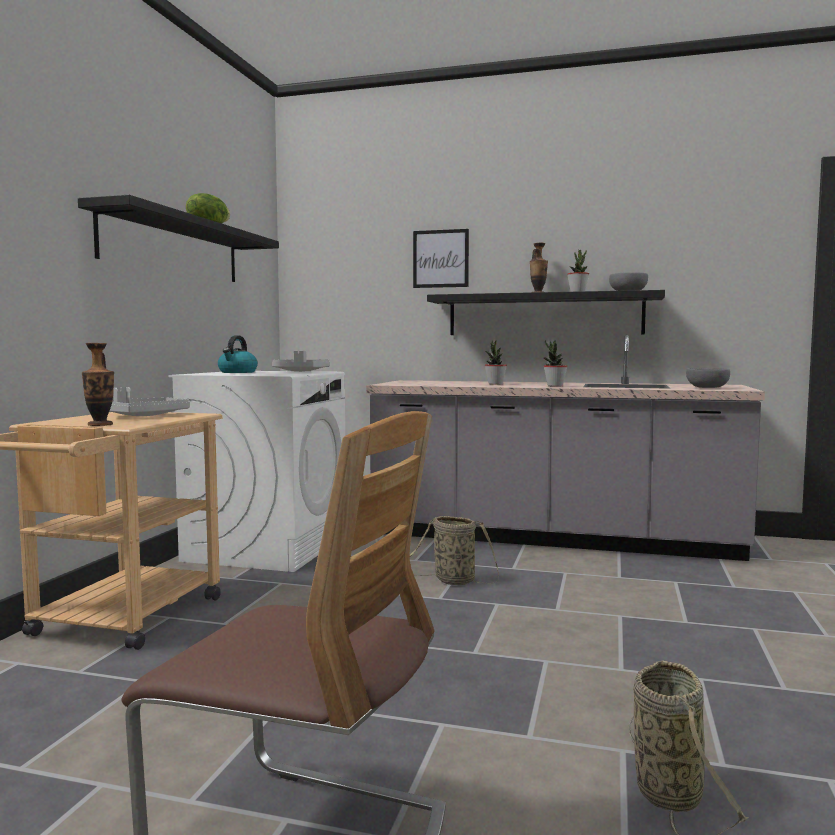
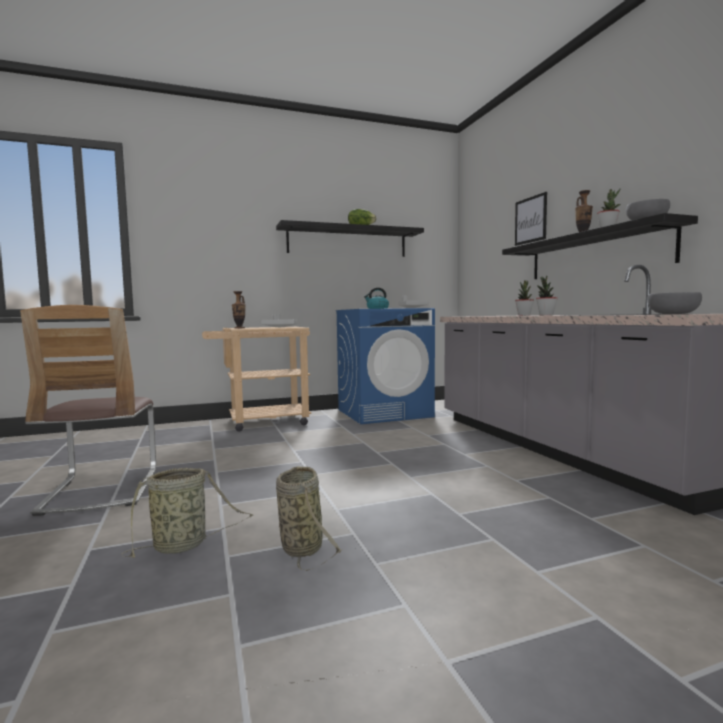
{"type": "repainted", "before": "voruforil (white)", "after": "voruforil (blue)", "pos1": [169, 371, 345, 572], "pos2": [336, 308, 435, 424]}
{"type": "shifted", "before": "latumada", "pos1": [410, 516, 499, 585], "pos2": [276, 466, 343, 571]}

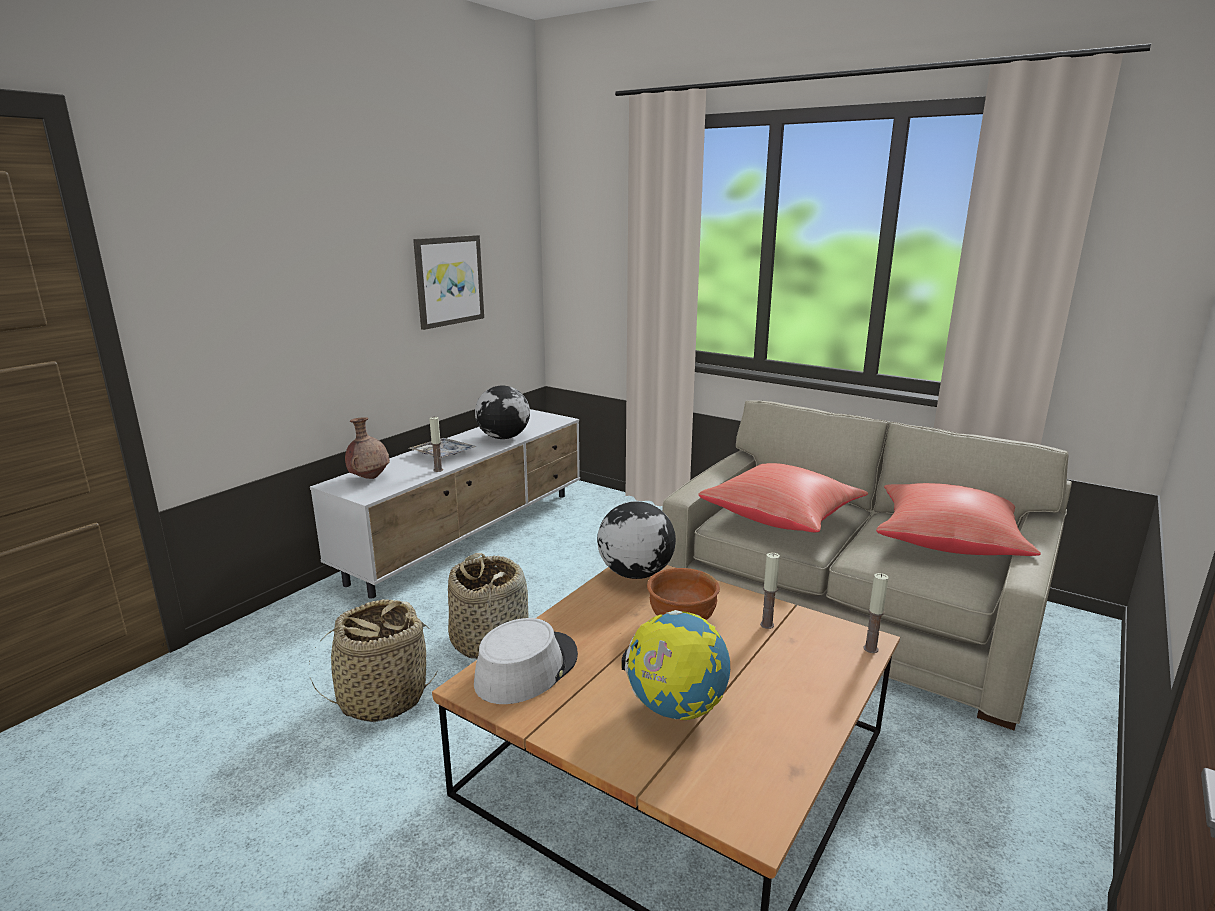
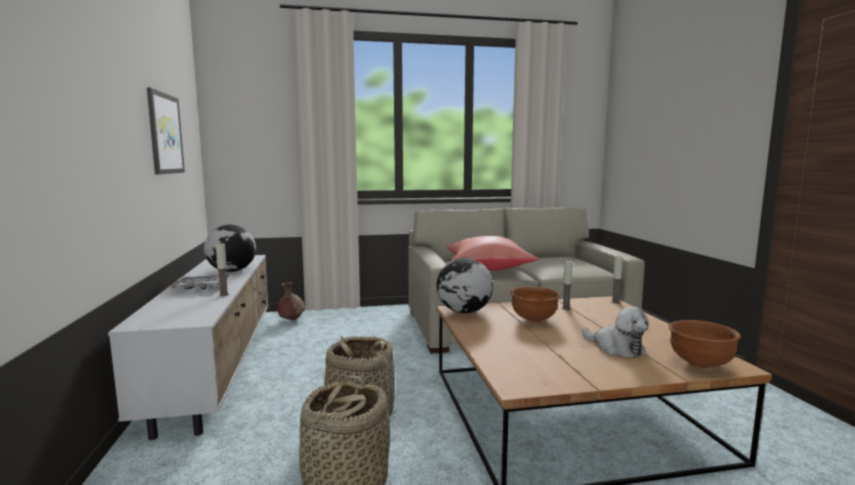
{"type": "shifted", "before": "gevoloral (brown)", "pos1": [345, 417, 390, 479], "pos2": [278, 282, 305, 320]}
{"type": "gone", "before": "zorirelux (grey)", "pos1": [474, 618, 578, 704]}
{"type": "swapped", "before": "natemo", "after": "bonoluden", "pos1": [622, 610, 730, 720], "pos2": [582, 306, 649, 358]}
{"type": "gone", "before": "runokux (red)", "pos1": [876, 483, 1041, 556]}
{"type": "new", "after": "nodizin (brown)", "pos2": [668, 320, 741, 369]}

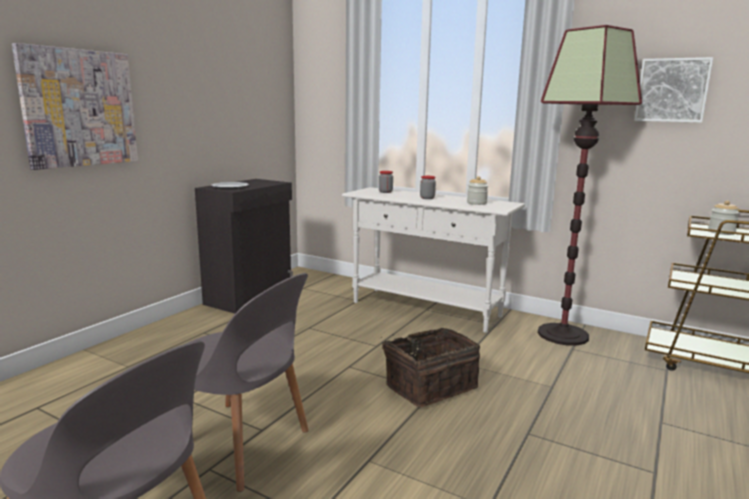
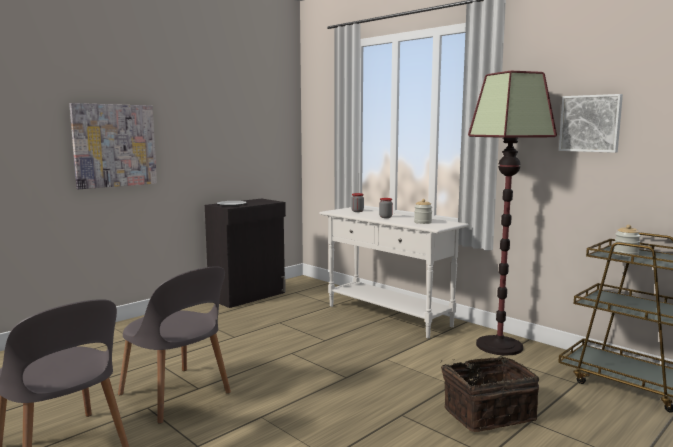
{"type": "shifted", "before": "latumada", "pos1": [381, 328, 480, 407], "pos2": [440, 357, 539, 432]}

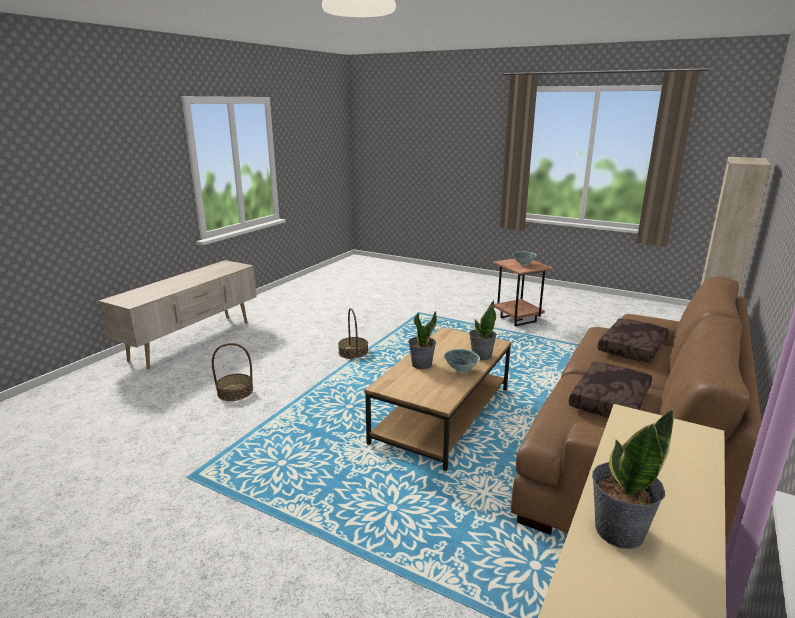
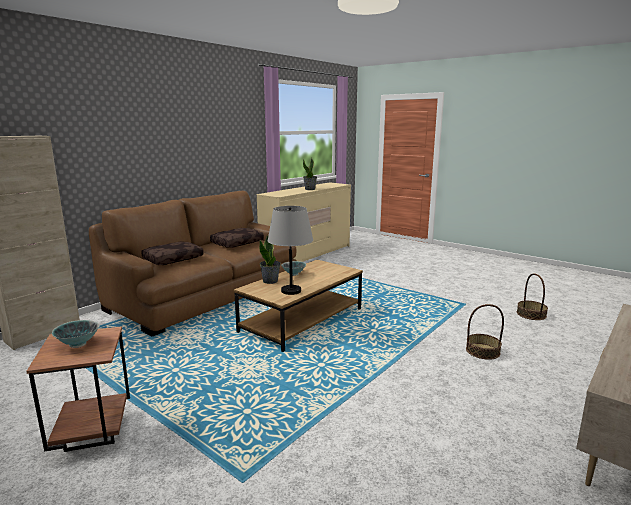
{"type": "shifted", "before": "latumada", "pos1": [338, 308, 368, 359], "pos2": [517, 273, 548, 320]}
{"type": "gone", "before": "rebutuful", "pos1": [408, 311, 437, 369]}
{"type": "new", "after": "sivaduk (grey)", "pos2": [268, 206, 313, 295]}

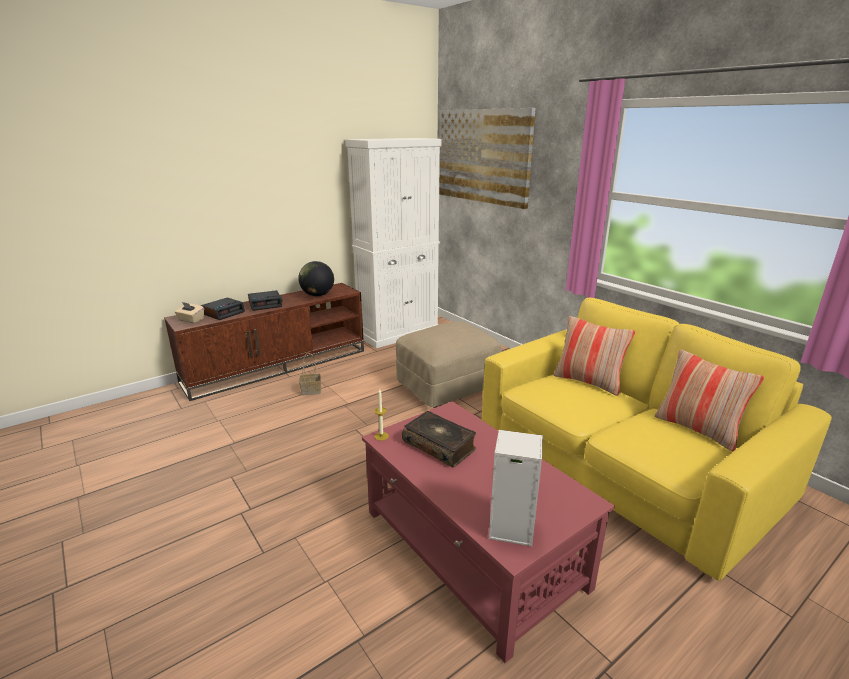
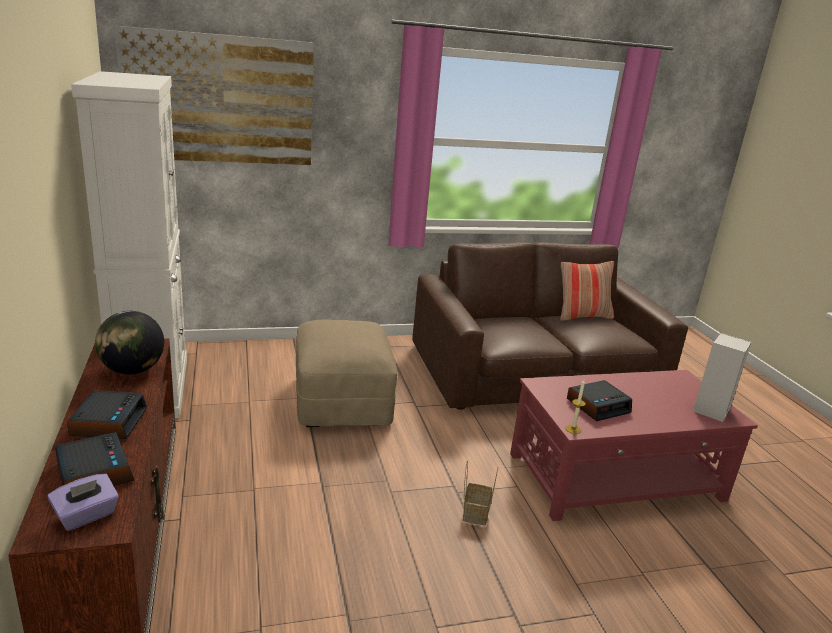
{"type": "repainted", "before": "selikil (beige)", "after": "selikil (purple)", "pos1": [175, 302, 204, 323], "pos2": [48, 474, 119, 531]}
{"type": "shifted", "before": "latumada", "pos1": [299, 353, 321, 395], "pos2": [463, 460, 498, 526]}
{"type": "swapped", "before": "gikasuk", "after": "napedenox", "pos1": [402, 411, 476, 467], "pos2": [567, 380, 632, 421]}
{"type": "repainted", "before": "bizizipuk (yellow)", "after": "bizizipuk (brown)", "pos1": [482, 298, 832, 581], "pos2": [412, 242, 688, 410]}
{"type": "gone", "before": "runokux", "pos1": [554, 316, 635, 396]}

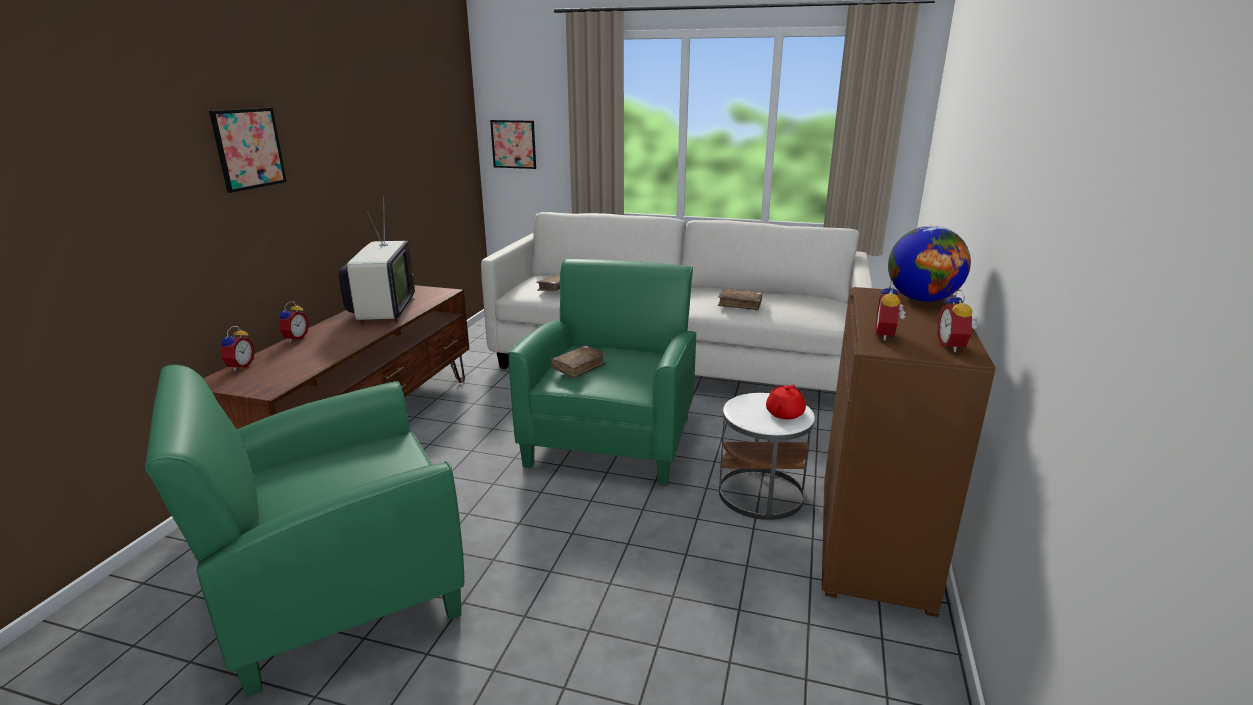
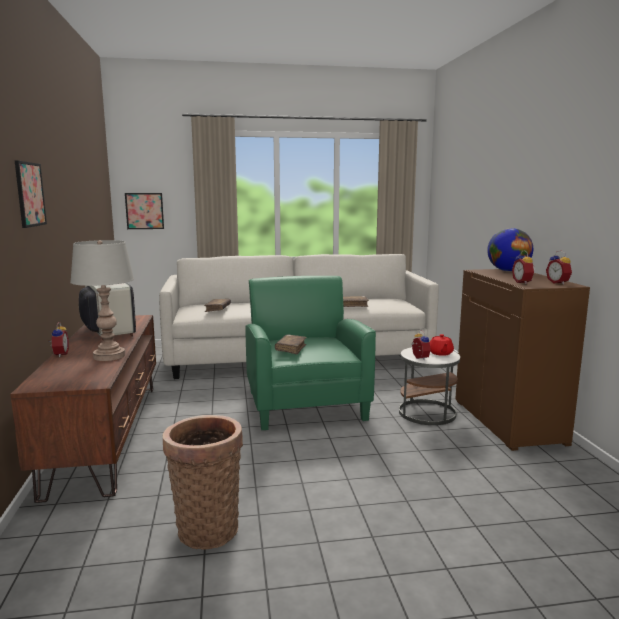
{"type": "swapped", "before": "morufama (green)", "after": "latumada", "pos1": [145, 365, 464, 697], "pos2": [163, 415, 243, 550]}
{"type": "shifted", "before": "napedenox", "pos1": [221, 326, 254, 372], "pos2": [411, 330, 431, 361]}
{"type": "new", "after": "sivaduk (grey)", "pos2": [70, 240, 134, 361]}

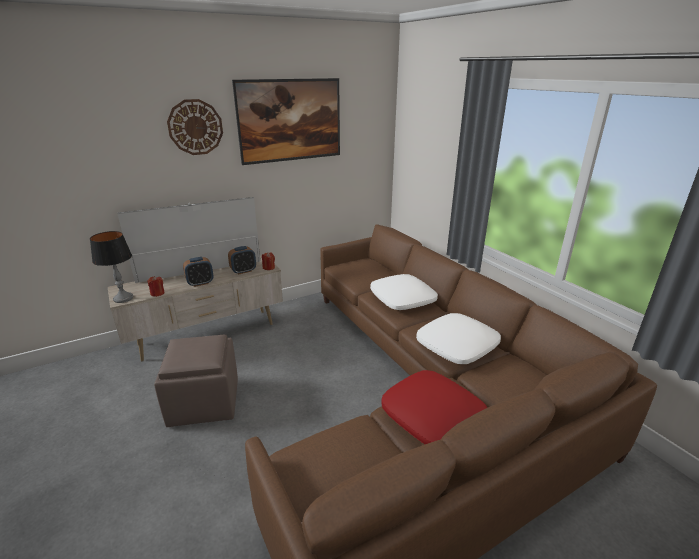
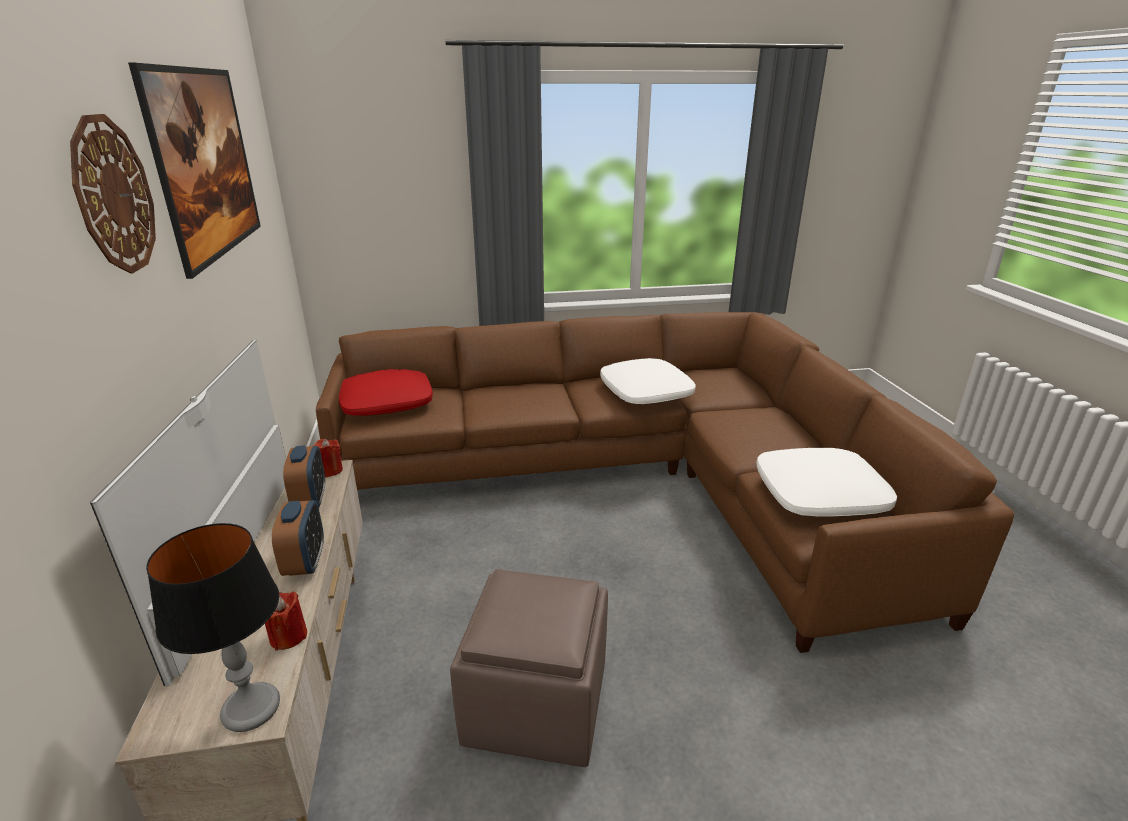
{"type": "shifted", "before": "runokux (white)", "pos1": [370, 274, 438, 310], "pos2": [756, 448, 897, 516]}
{"type": "shifted", "before": "runokux (red)", "pos1": [381, 370, 487, 444], "pos2": [339, 369, 433, 416]}

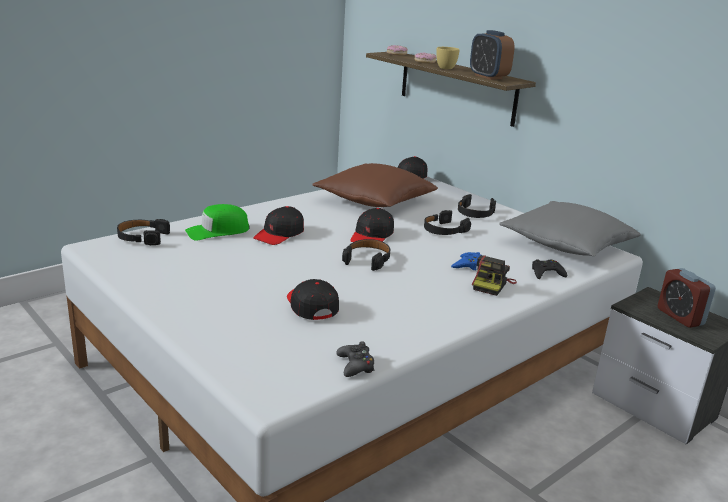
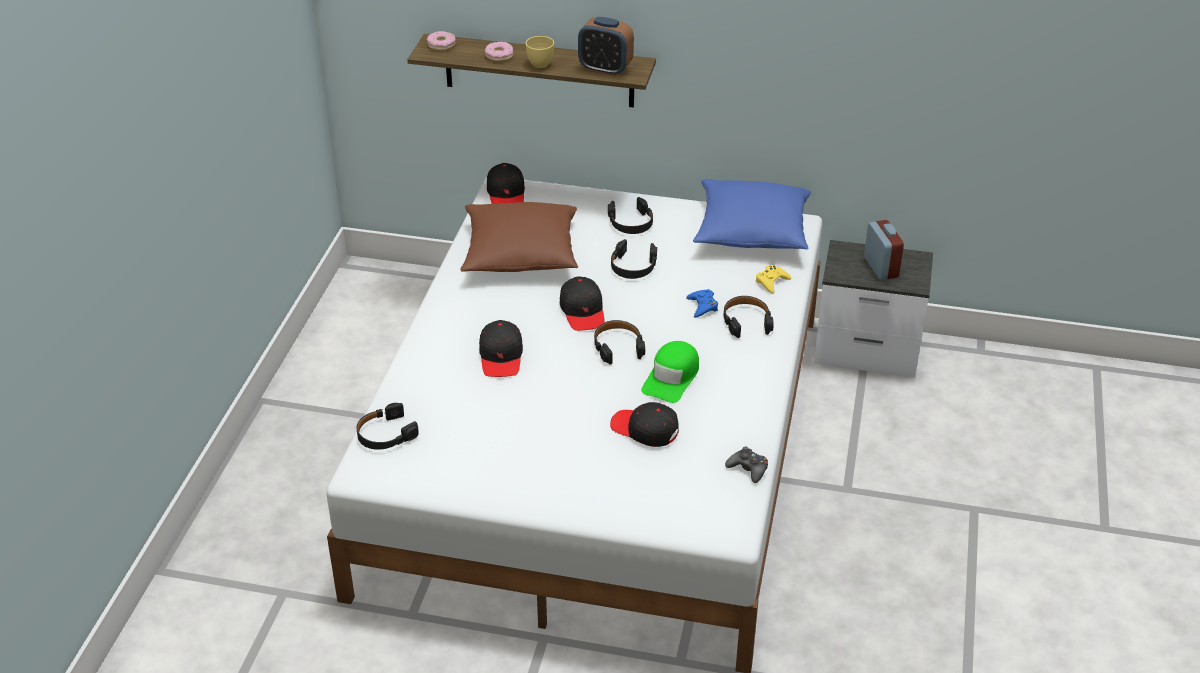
{"type": "shifted", "before": "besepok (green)", "pos1": [185, 204, 250, 240], "pos2": [641, 341, 699, 403]}
{"type": "swapped", "before": "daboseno", "after": "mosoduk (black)", "pos1": [472, 255, 517, 296], "pos2": [724, 296, 774, 338]}
{"type": "repainted", "before": "runokux (grey)", "after": "runokux (blue)", "pos1": [499, 201, 641, 256], "pos2": [693, 179, 811, 249]}
{"type": "repainted", "before": "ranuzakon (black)", "after": "ranuzakon (yellow)", "pos1": [532, 259, 567, 279], "pos2": [756, 265, 791, 294]}
{"type": "rotated", "before": "napedenox", "pos1": [658, 268, 716, 328], "pos2": [864, 220, 904, 280], "turn": -135}

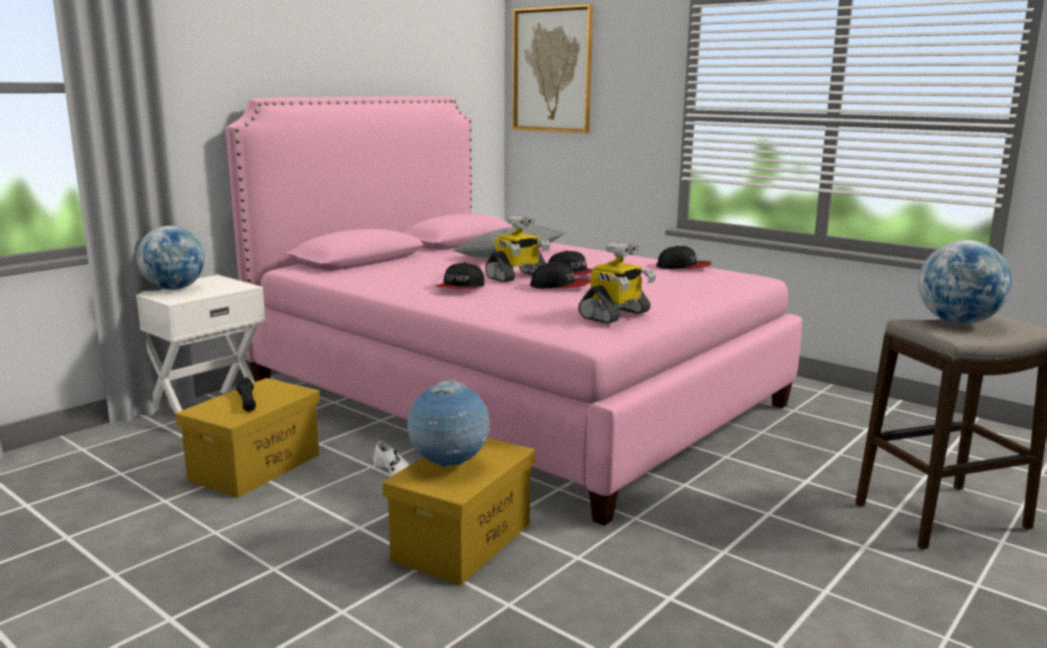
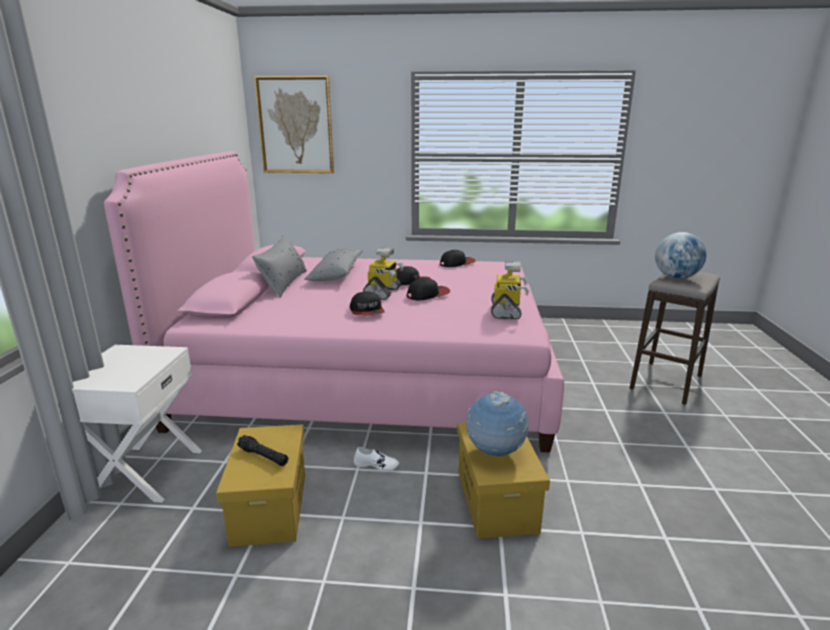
{"type": "gone", "before": "natemo", "pos1": [137, 226, 205, 290]}
{"type": "new", "after": "runokux (grey)", "pos2": [252, 235, 307, 298]}

